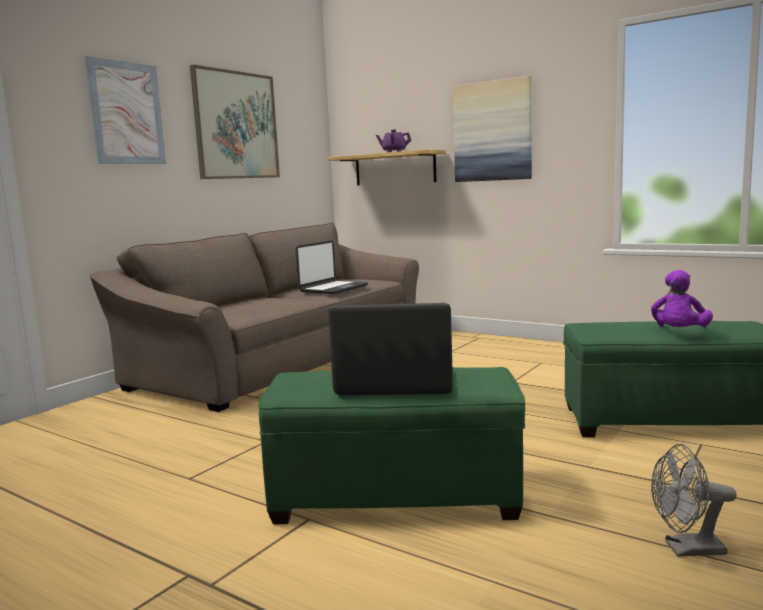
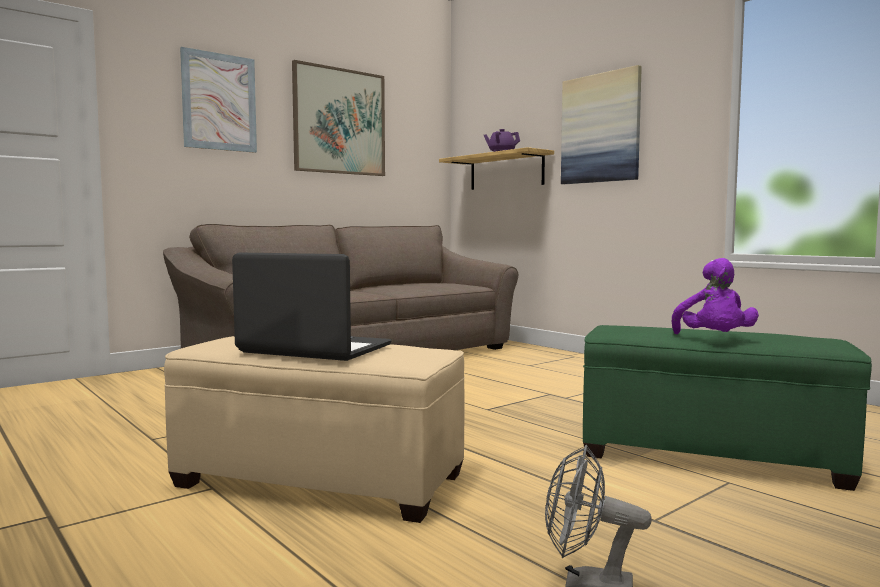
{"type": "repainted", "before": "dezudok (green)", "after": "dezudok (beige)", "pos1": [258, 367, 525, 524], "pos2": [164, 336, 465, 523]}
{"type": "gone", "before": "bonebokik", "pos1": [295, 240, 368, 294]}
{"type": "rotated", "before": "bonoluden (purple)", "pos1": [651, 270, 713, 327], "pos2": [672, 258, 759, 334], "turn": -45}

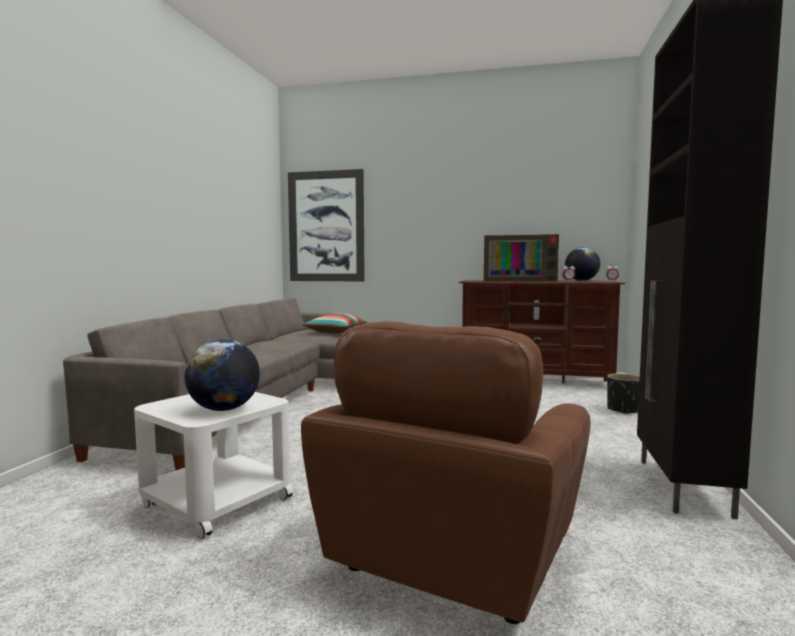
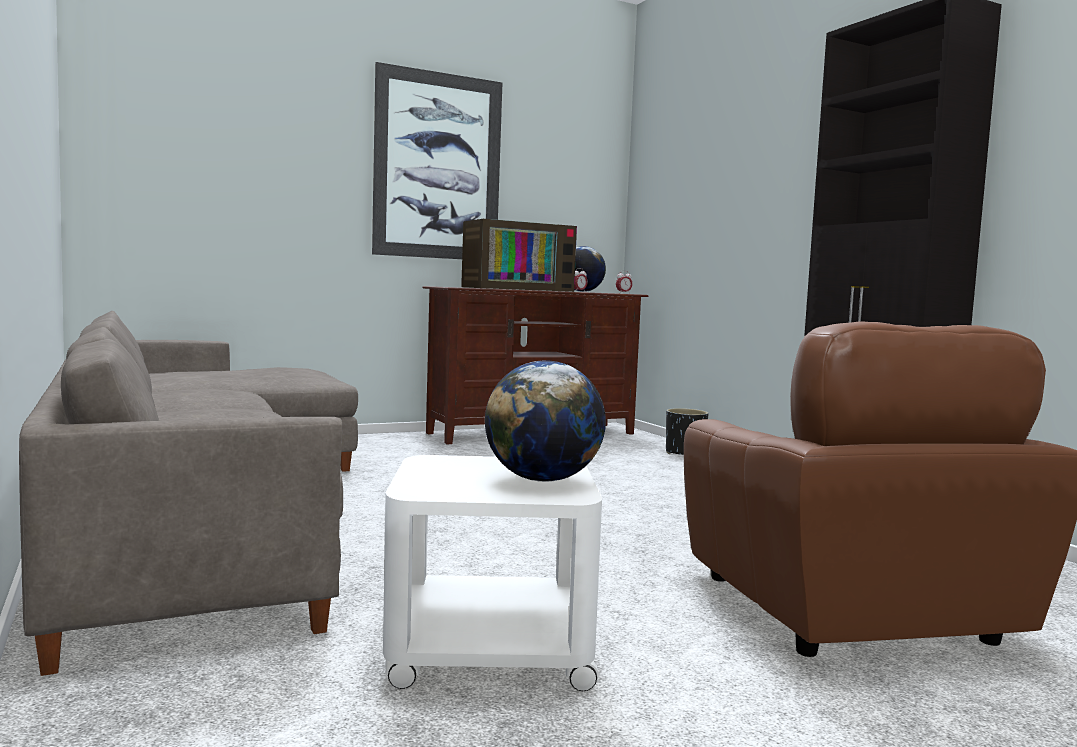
{"type": "shifted", "before": "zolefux", "pos1": [288, 169, 365, 281], "pos2": [372, 62, 502, 259]}
{"type": "gone", "before": "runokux", "pos1": [302, 313, 367, 333]}

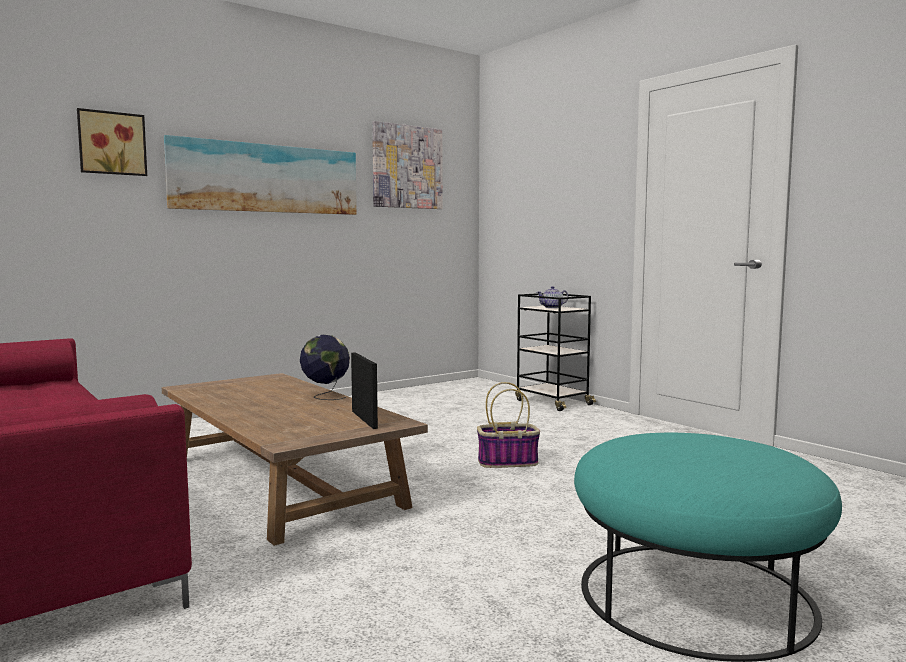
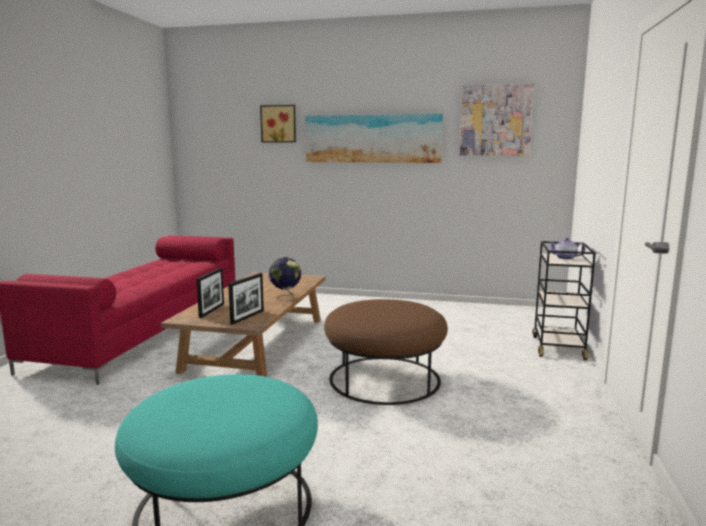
{"type": "swapped", "before": "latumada", "after": "dezudok (brown)", "pos1": [477, 382, 540, 468], "pos2": [324, 299, 448, 405]}
{"type": "new", "after": "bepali", "pos2": [196, 268, 224, 318]}

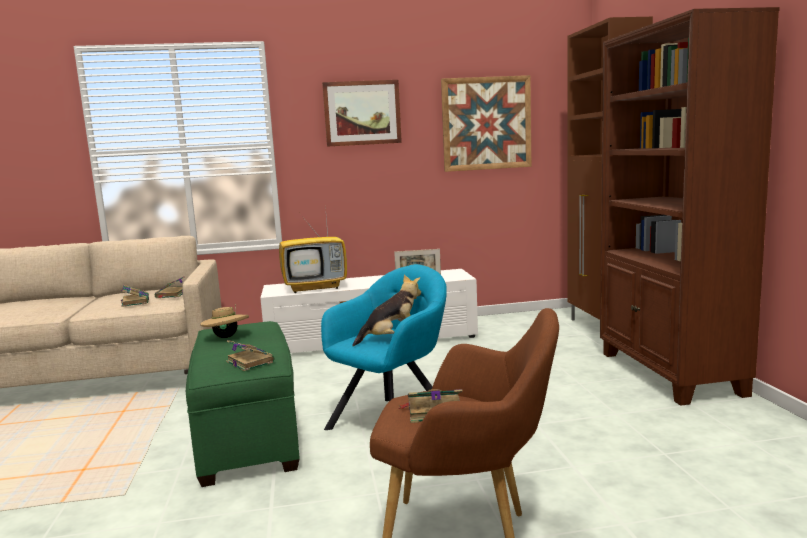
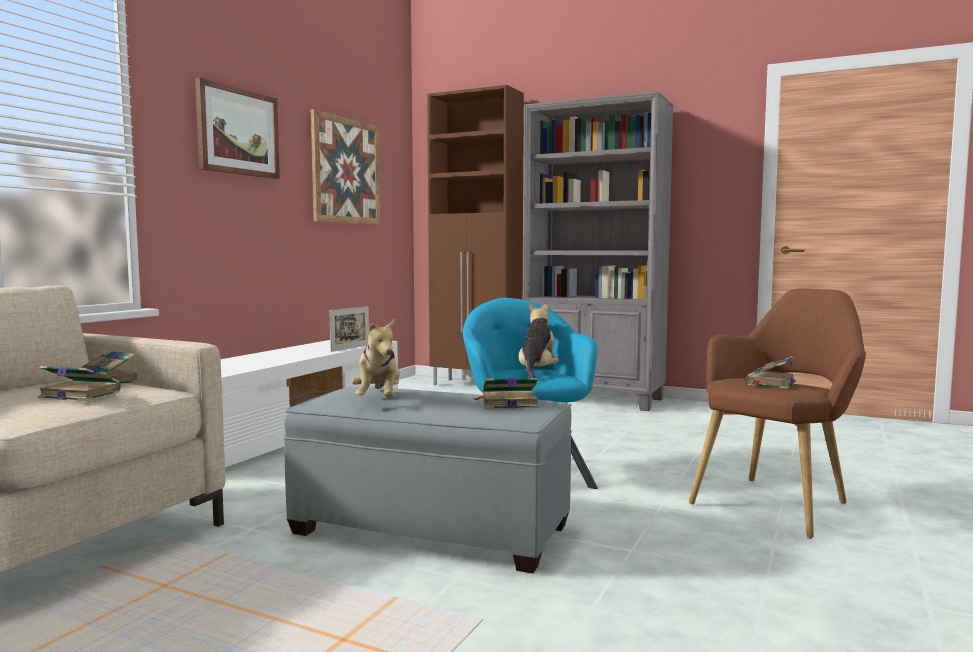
{"type": "repainted", "before": "dezudok (green)", "after": "dezudok (grey)", "pos1": [186, 321, 300, 487], "pos2": [284, 387, 572, 573]}
{"type": "swapped", "before": "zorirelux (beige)", "after": "bonoluden", "pos1": [200, 304, 249, 338], "pos2": [351, 318, 400, 397]}
{"type": "gone", "before": "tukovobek", "pos1": [279, 206, 347, 293]}
{"type": "repainted", "before": "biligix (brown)", "after": "biligix (grey)", "pos1": [600, 7, 780, 406], "pos2": [523, 91, 674, 411]}

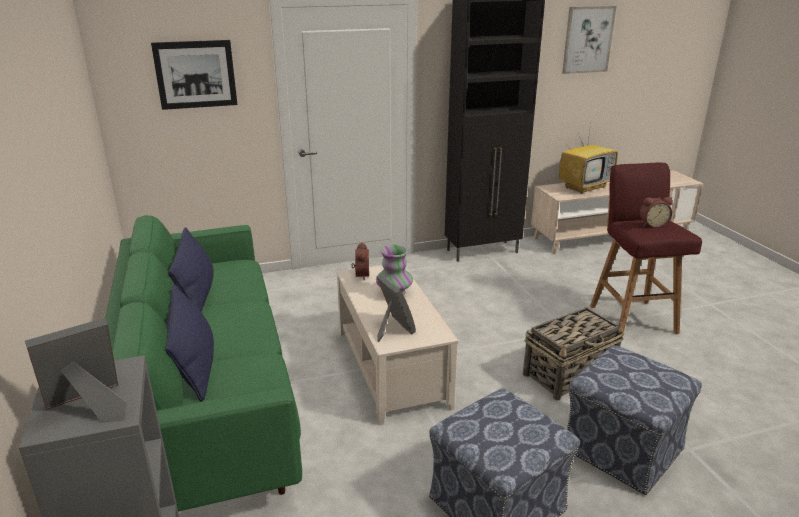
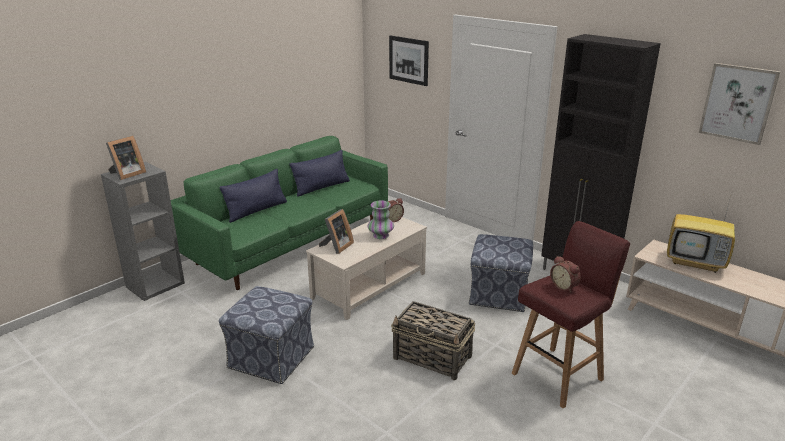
{"type": "rotated", "before": "bepali", "pos1": [25, 318, 127, 423], "pos2": [106, 136, 146, 180], "turn": 105}
{"type": "shifted", "before": "dezudok", "pos1": [567, 345, 702, 495], "pos2": [469, 234, 533, 312]}

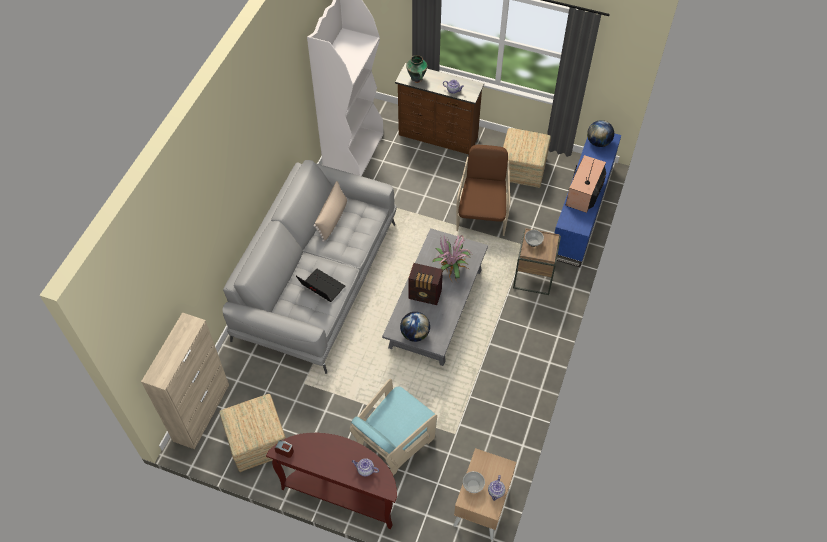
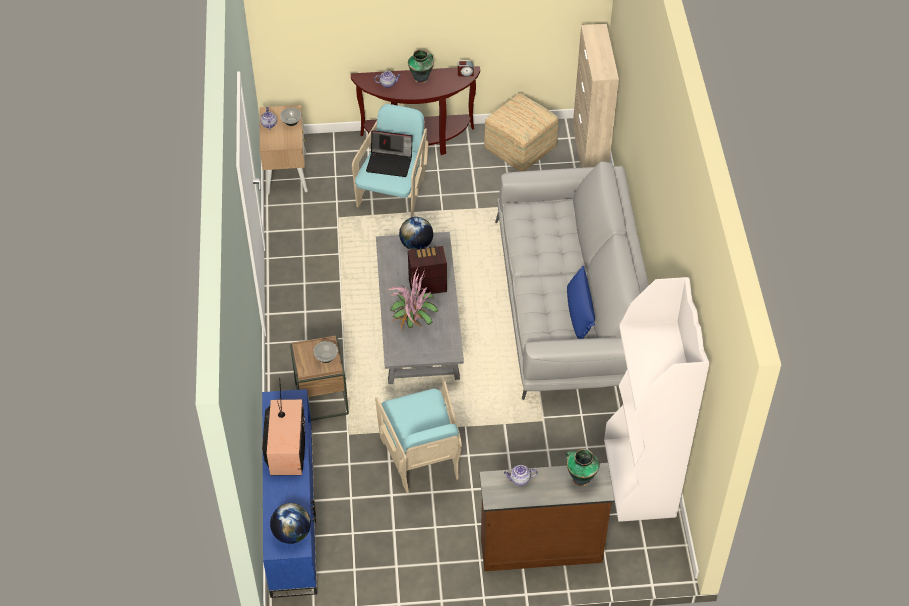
{"type": "shifted", "before": "bonebokik", "pos1": [296, 269, 345, 302], "pos2": [366, 130, 413, 177]}
{"type": "repainted", "before": "runokux (beige)", "after": "runokux (blue)", "pos1": [313, 181, 347, 242], "pos2": [567, 266, 595, 339]}
{"type": "repainted", "before": "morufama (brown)", "after": "morufama (turquoise)", "pos1": [456, 145, 510, 236], "pos2": [375, 380, 462, 493]}
{"type": "gone", "before": "dezudok", "pos1": [503, 128, 551, 188]}
{"type": "new", "after": "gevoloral", "pos2": [408, 50, 434, 83]}

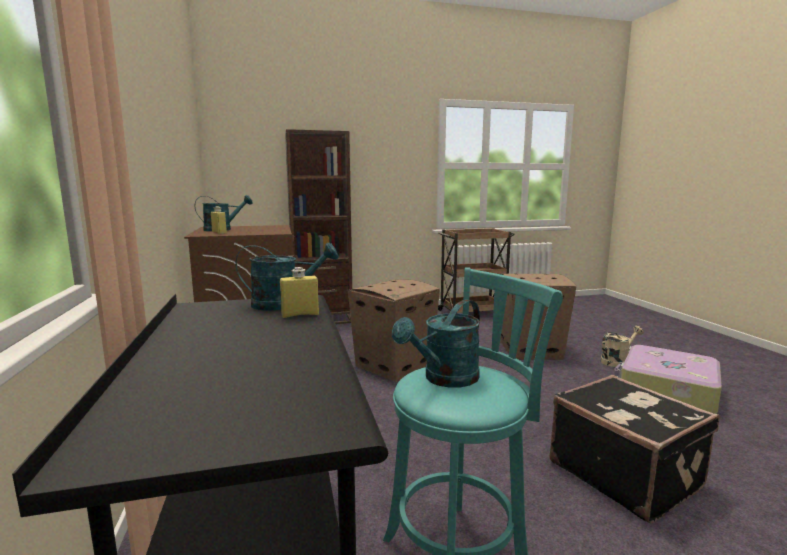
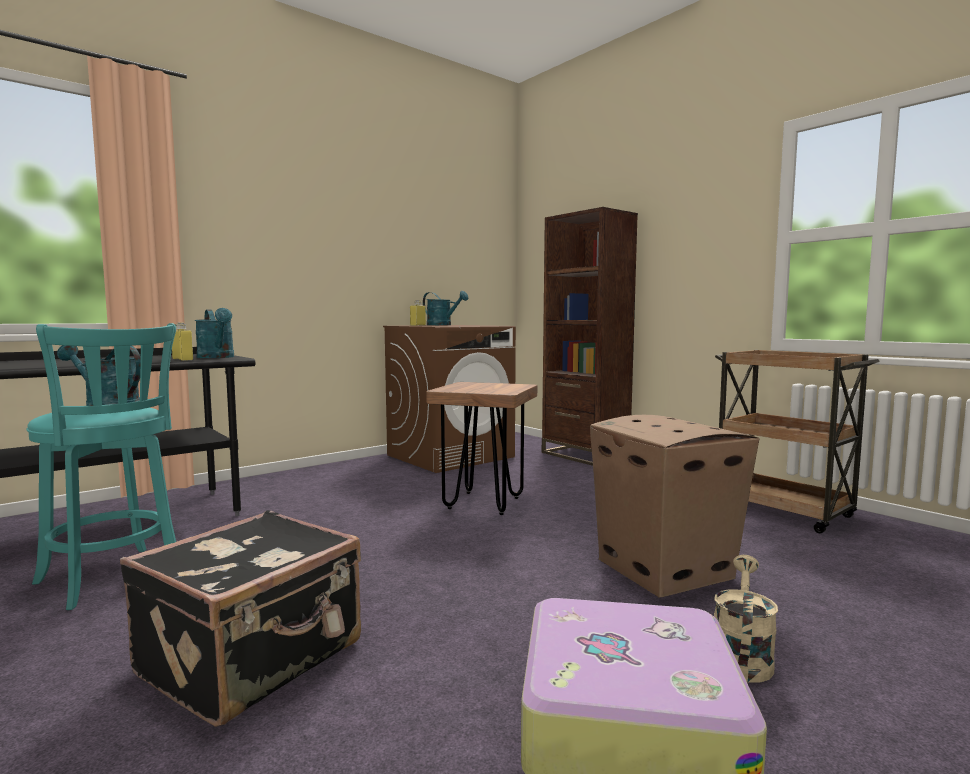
{"type": "swapped", "before": "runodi", "after": "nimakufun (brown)", "pos1": [348, 279, 440, 382], "pos2": [427, 382, 537, 515]}
{"type": "rotated", "before": "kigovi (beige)", "pos1": [601, 326, 644, 367], "pos2": [714, 555, 778, 683], "turn": -105}

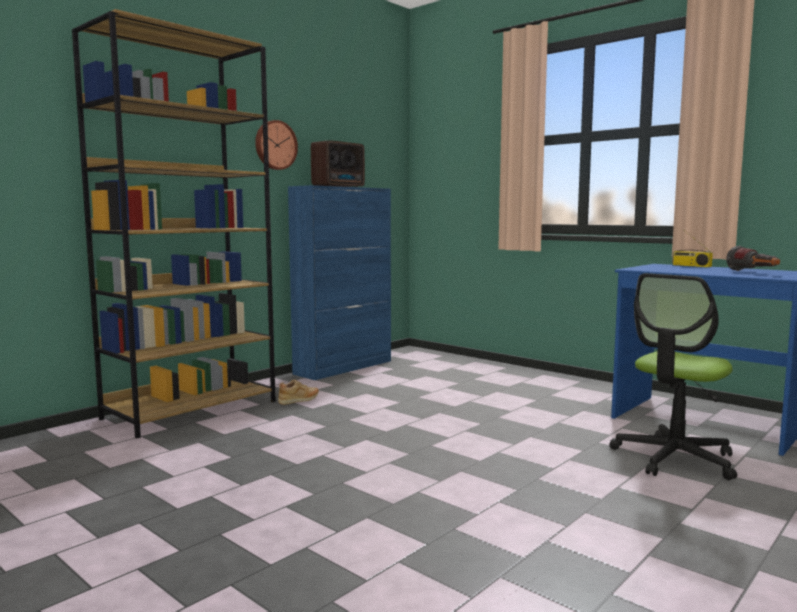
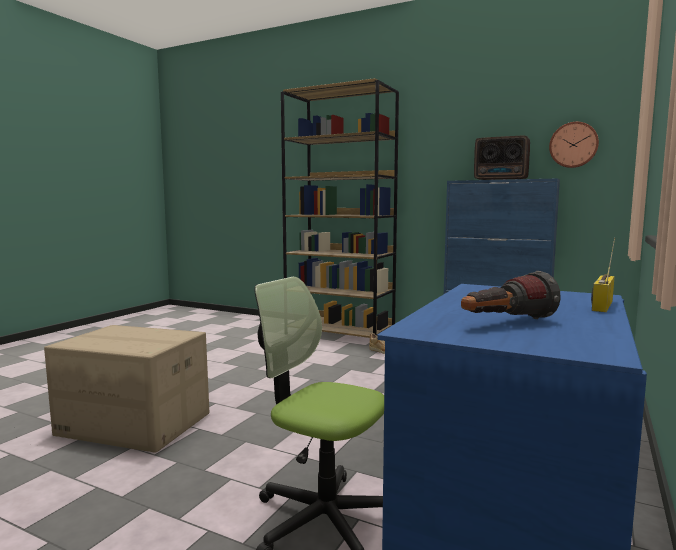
{"type": "shifted", "before": "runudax", "pos1": [255, 120, 298, 170], "pos2": [549, 122, 599, 168]}
{"type": "new", "after": "runodi", "pos2": [44, 325, 209, 453]}

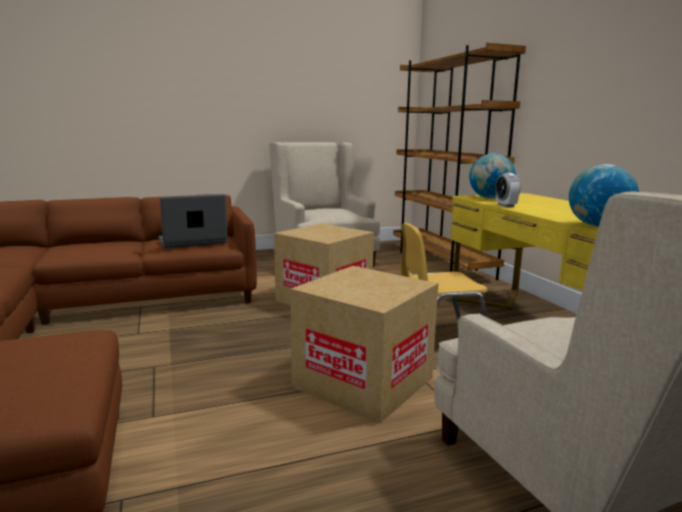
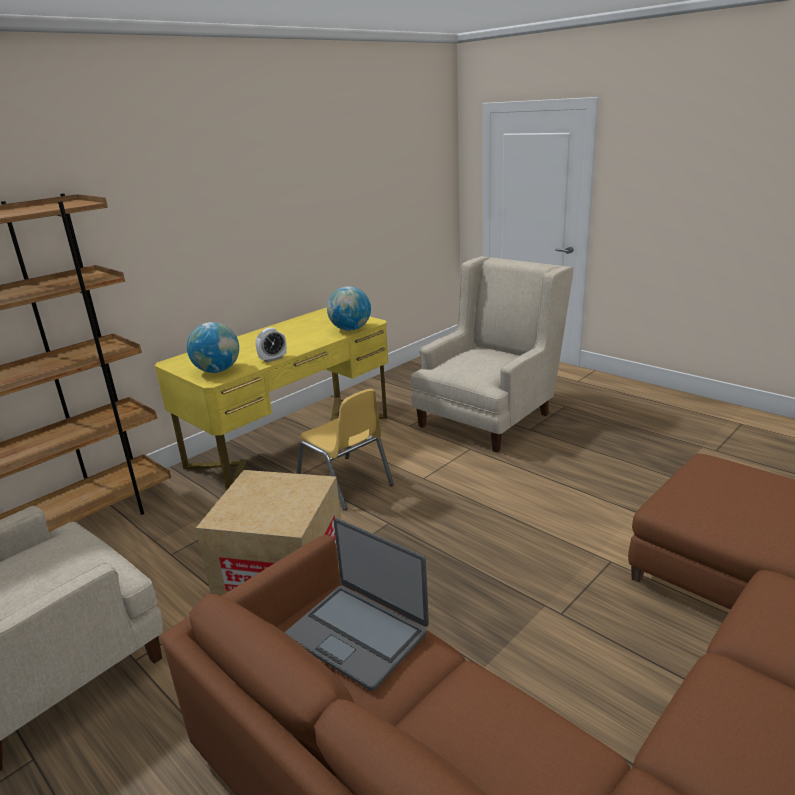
{"type": "gone", "before": "runodi", "pos1": [290, 266, 439, 424]}

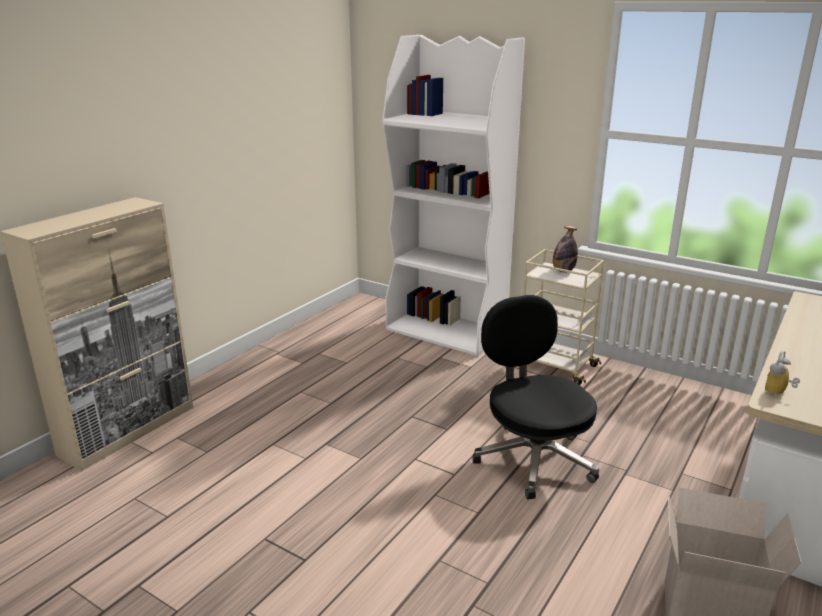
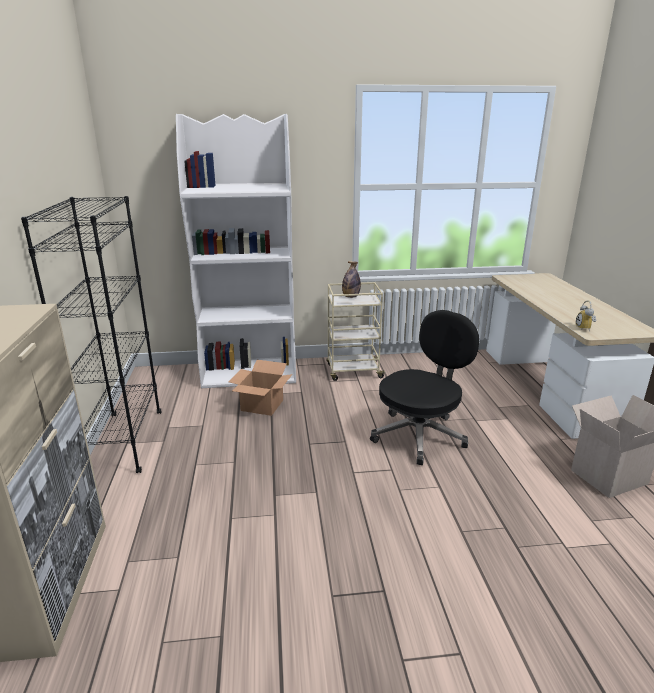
{"type": "rotated", "before": "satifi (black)", "pos1": [473, 295, 599, 499], "pos2": [370, 310, 479, 465], "turn": 105}
{"type": "new", "after": "biligix (black)", "pos2": [21, 196, 161, 473]}
{"type": "new", "after": "runodi", "pos2": [229, 360, 292, 416]}

